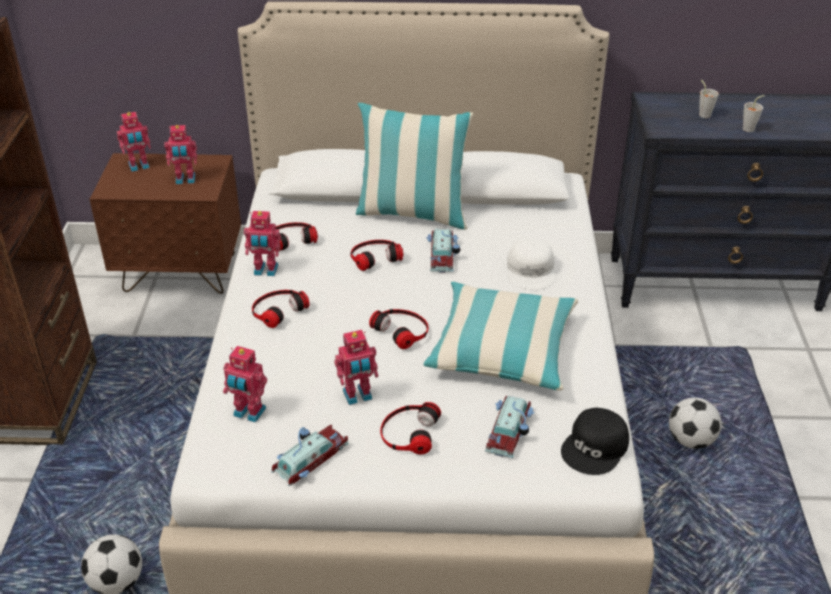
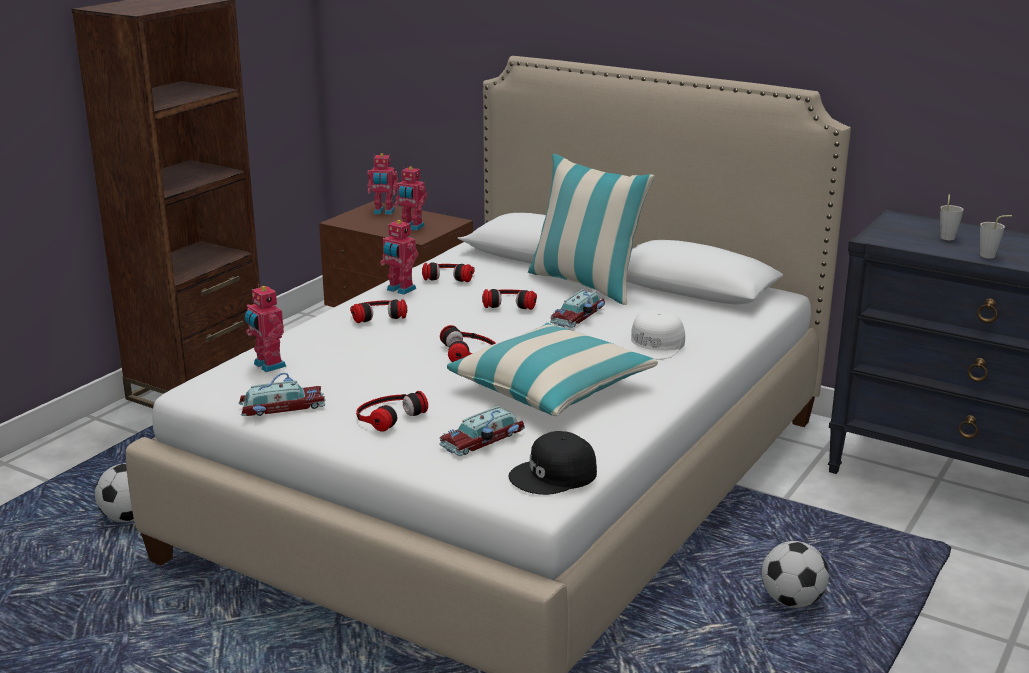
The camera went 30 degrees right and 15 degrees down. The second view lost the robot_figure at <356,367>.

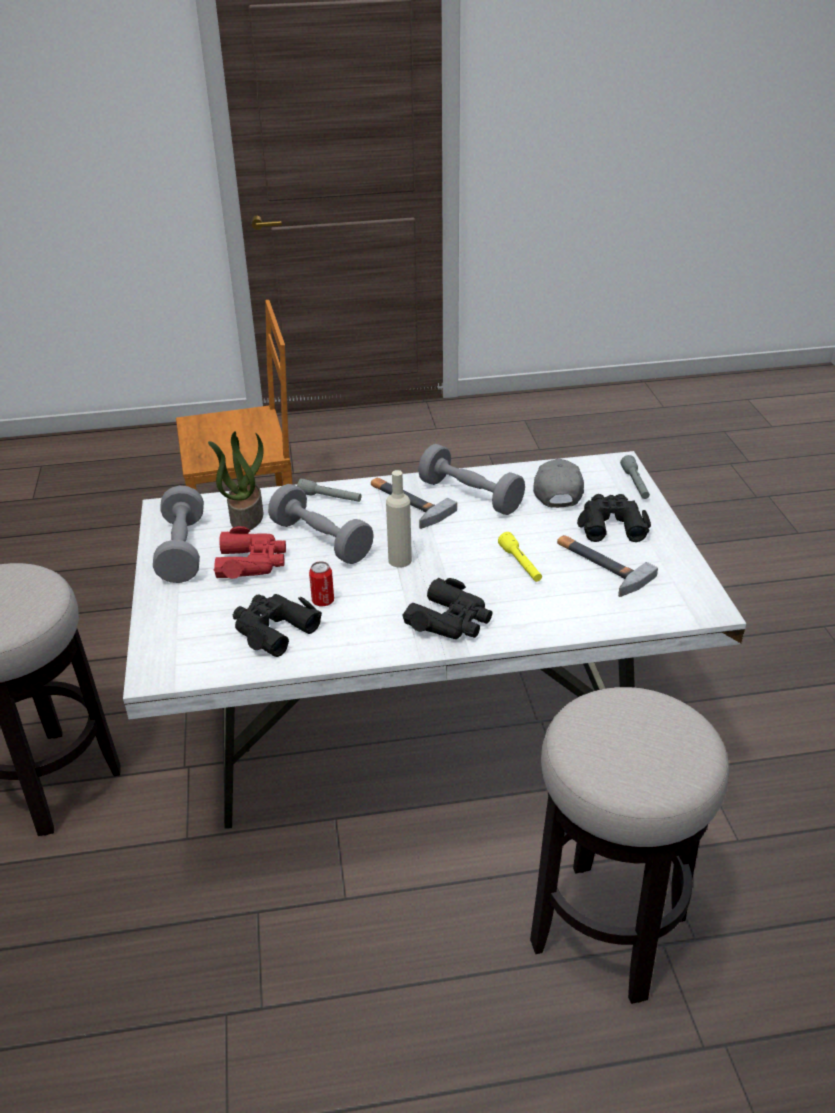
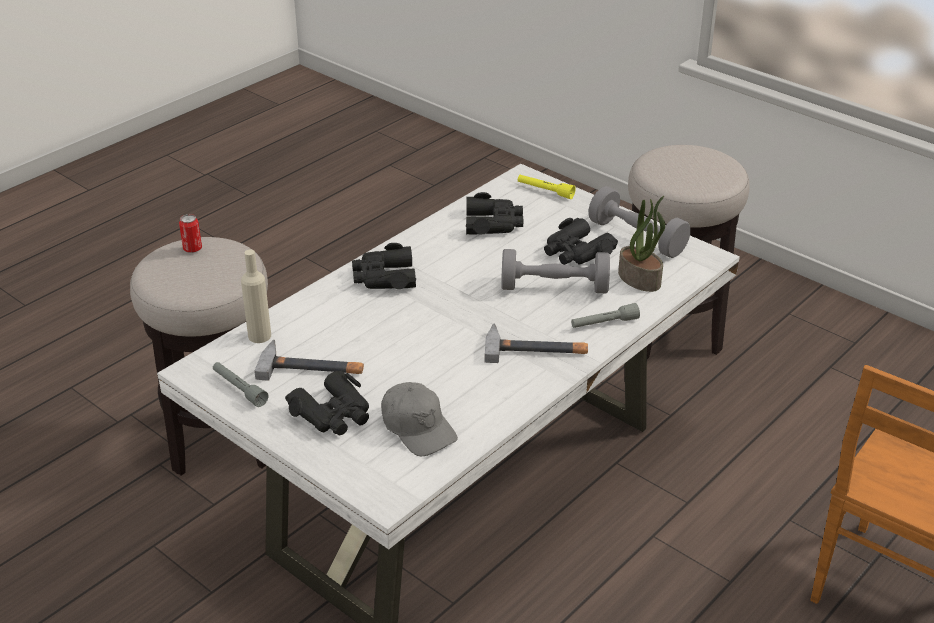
The camera went 140 degrees right and 0 degrees up. The can ended up elsewhere, having gone from <321,583> to <190,233>. The greyish_torch ended up elsewhere, having gone from <635,477> to <240,384>. The beige_drink_bottle ended up elsewhere, having gone from <399,519> to <256,296>. The yellow_torch ended up elsewhere, having gone from <520,557> to <547,187>. What was the red-coloured_field_glasses at <250,552> turned into the black_field_glasses at <581,241>. The second view lost the greyish_free_weight at <471,479>.

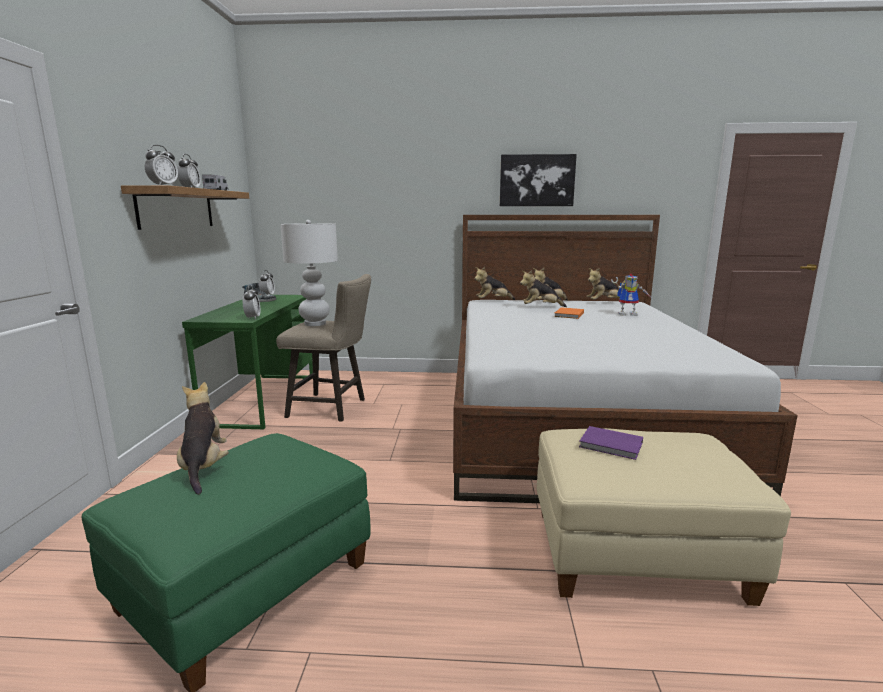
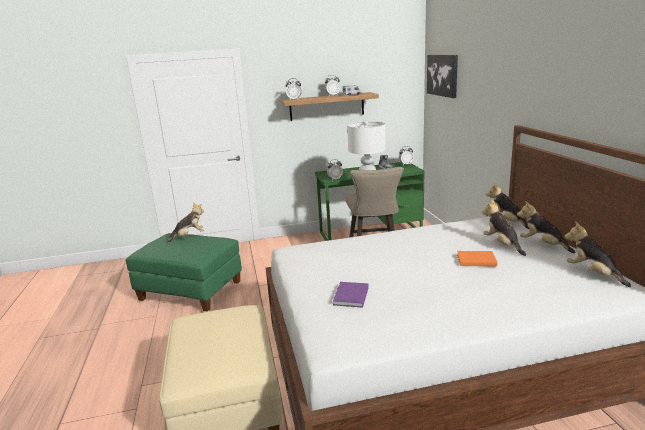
The camera went 75 degrees right and 5 degrees up. The purplish_bound_book ended up elsewhere, having gone from <611,443> to <351,295>. The wall_picture ended up elsewhere, having gone from <538,180> to <442,76>. The second view lost the robot_figure at <631,295>.

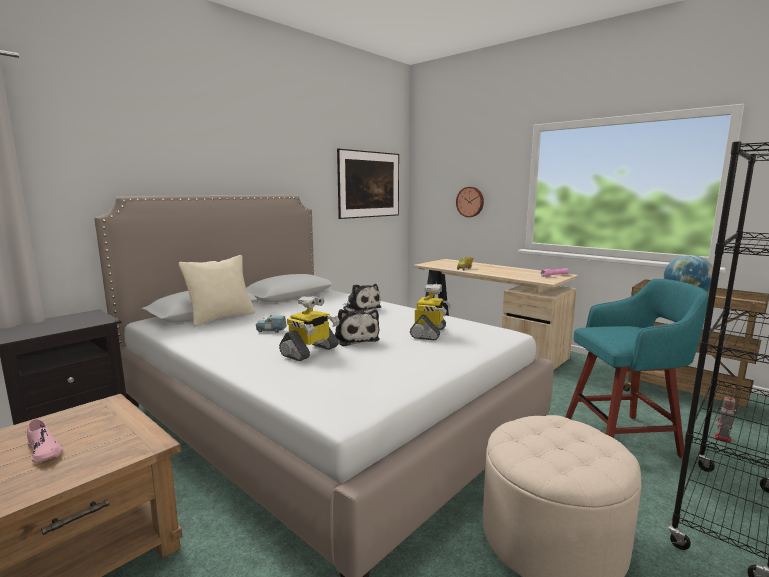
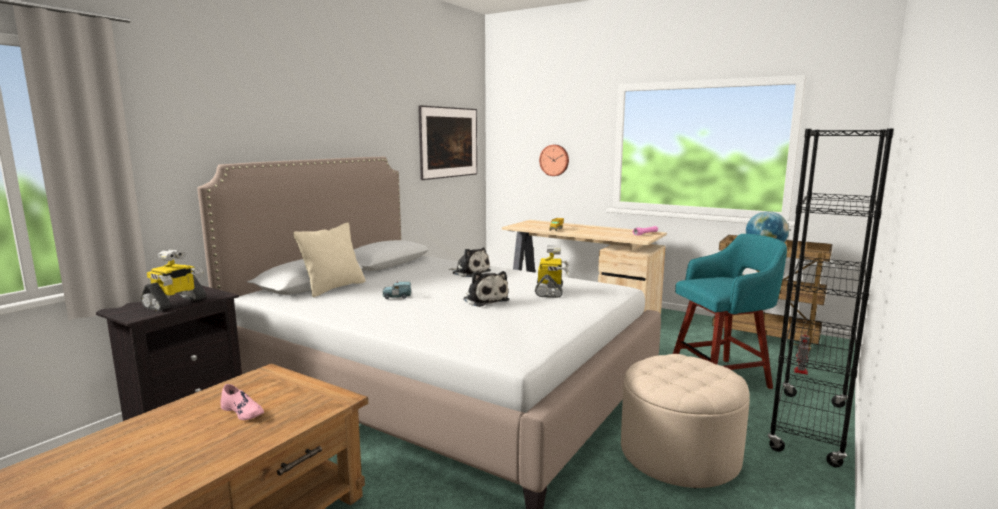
The camera went 10 degrees left and 0 degrees up. The robot_figure ended up elsewhere, having gone from <309,328> to <173,280>.

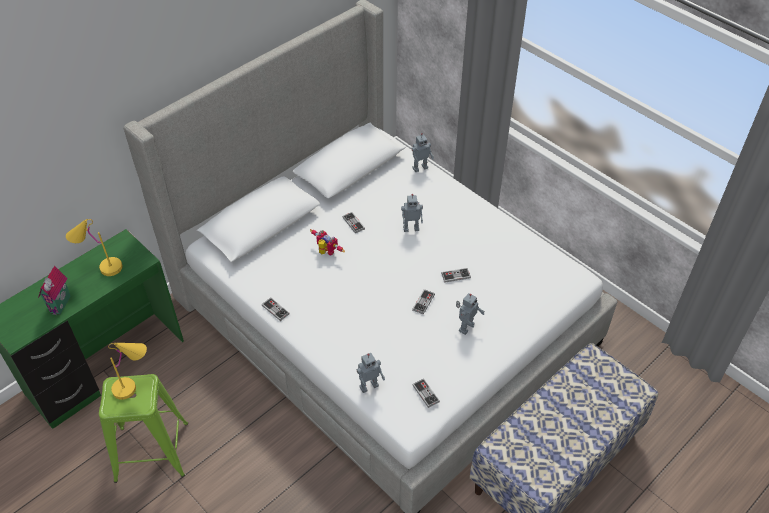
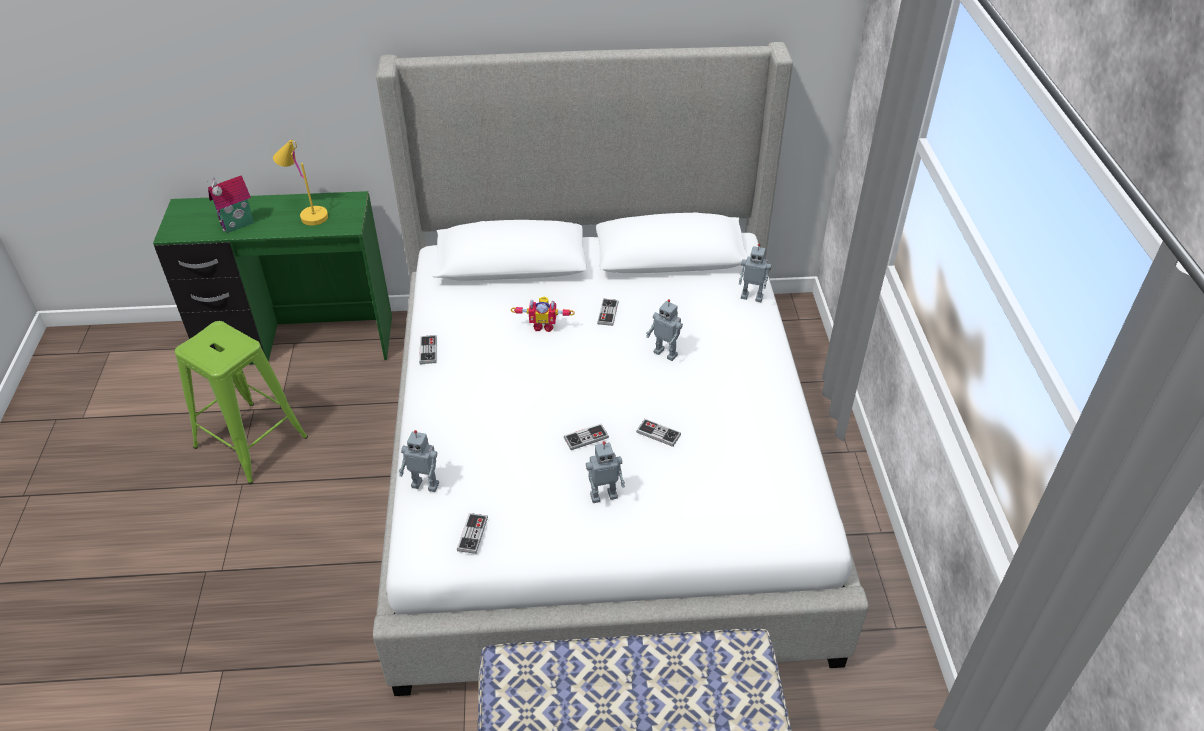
The camera went 40 degrees right and 5 degrees down. The robot_figure at <327,242> ended up facing another way, 105 degrees clockwise from before. The second view lost the yellow_lamp_for_a_table at <127,371>.

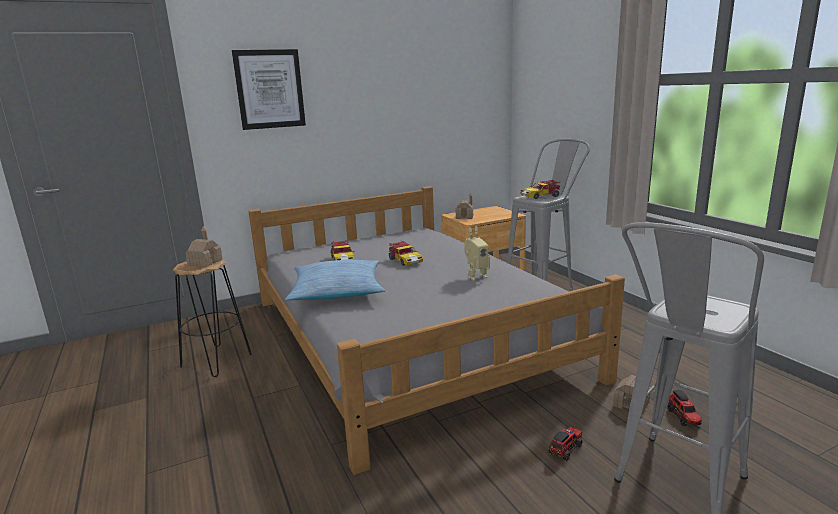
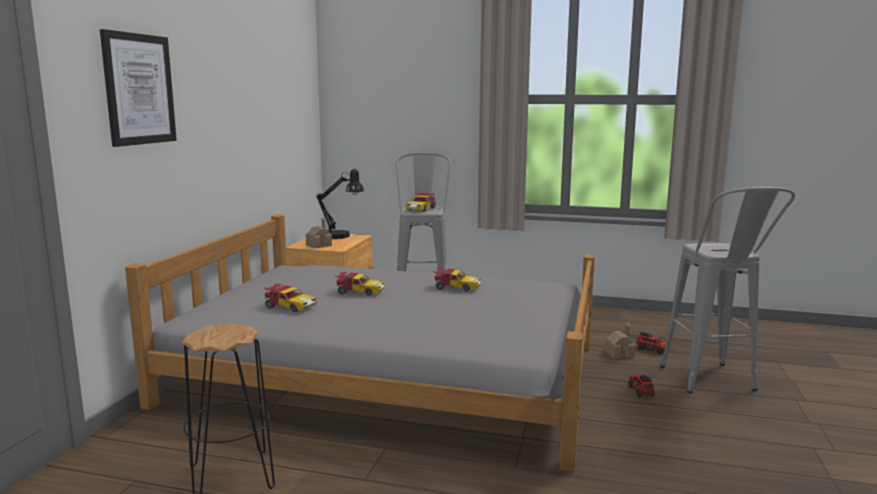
The camera went 50 degrees left and 5 degrees down. The second view gained the black_lamp_for_a_table at <340,204>. Where the robot_figure stood at <477,253>, the model_car came to stand at <457,279>. The second view lost the miniature_house at <204,246>. The second view lost the pillow at <335,280>.

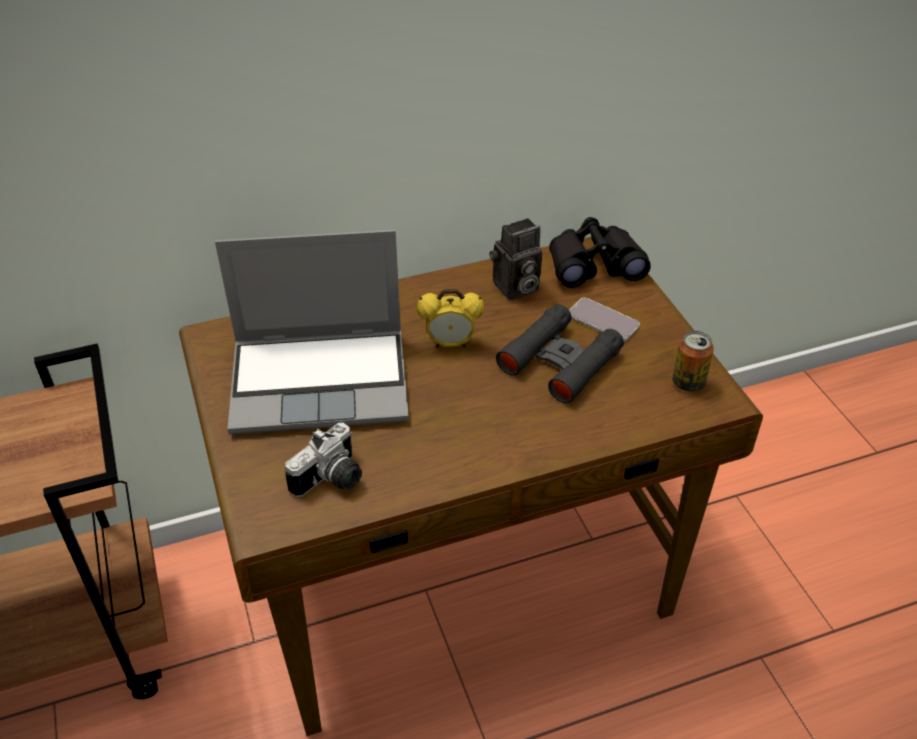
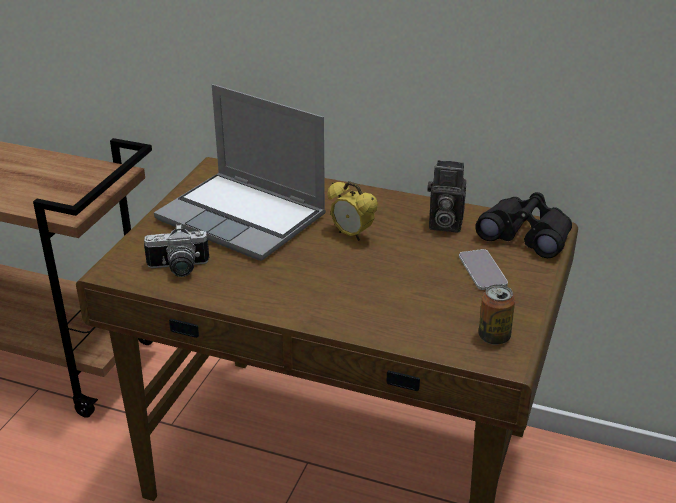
The camera went 40 degrees right and 10 degrees down. The second view lost the black_field_glasses at <560,354>.

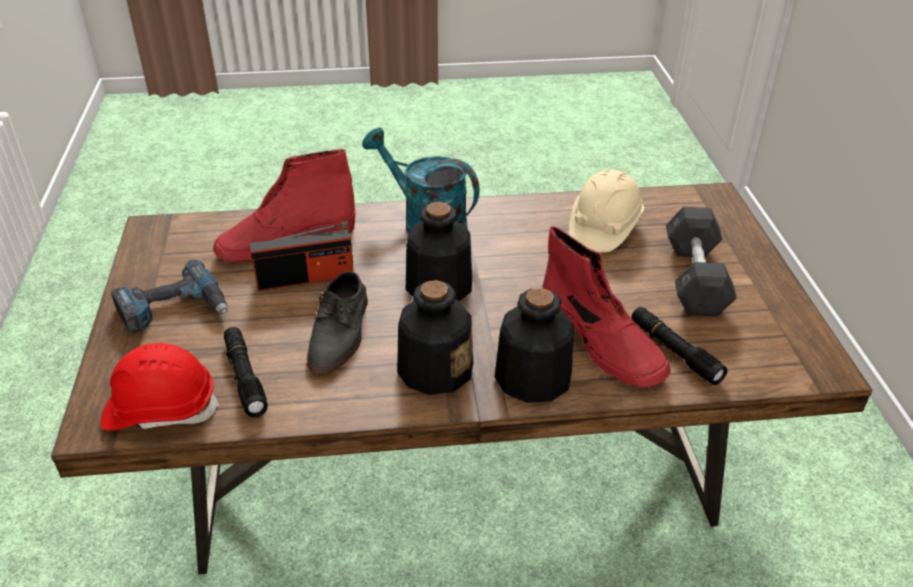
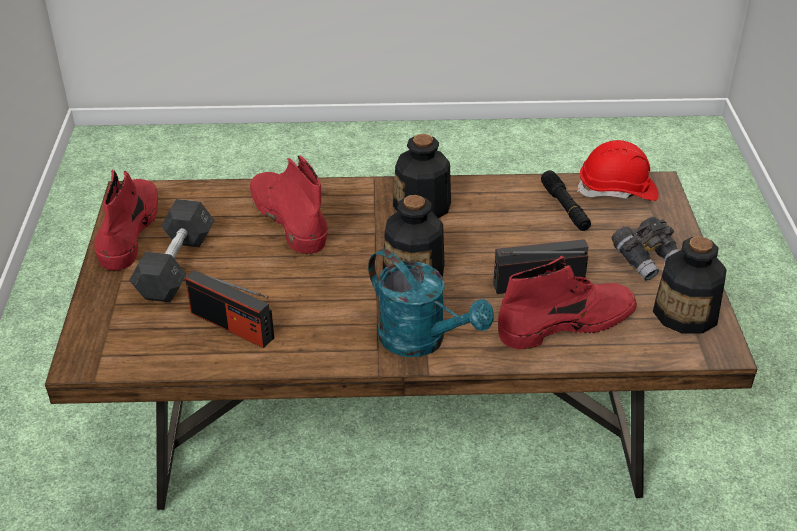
The camera went 175 degrees left and 0 degrees up. The second view gained the red-coloured_tall_boot at <126,220>. Where the beige_safety_helmet stood at <606,210>, the radio came to stand at <229,309>. Where the drill stood at <169,297>, the greyish_field_glasses came to stand at <645,249>. The drink_bottle ended up elsewhere, having gone from <534,345> to <690,285>. The second view lost the greyish_item_of_footwear at <337,322>. The second view lost the black_torch at <679,346>.

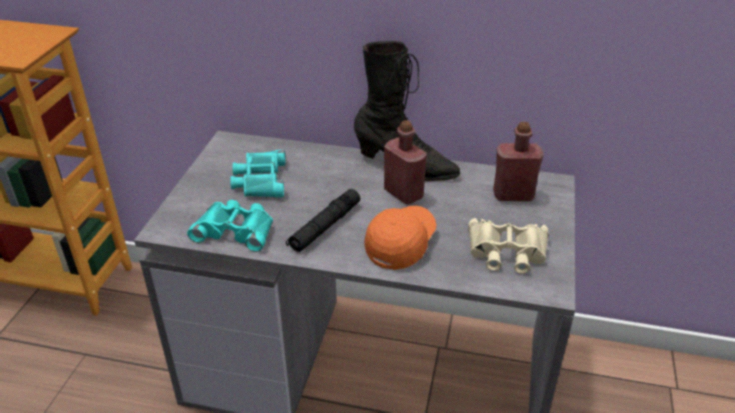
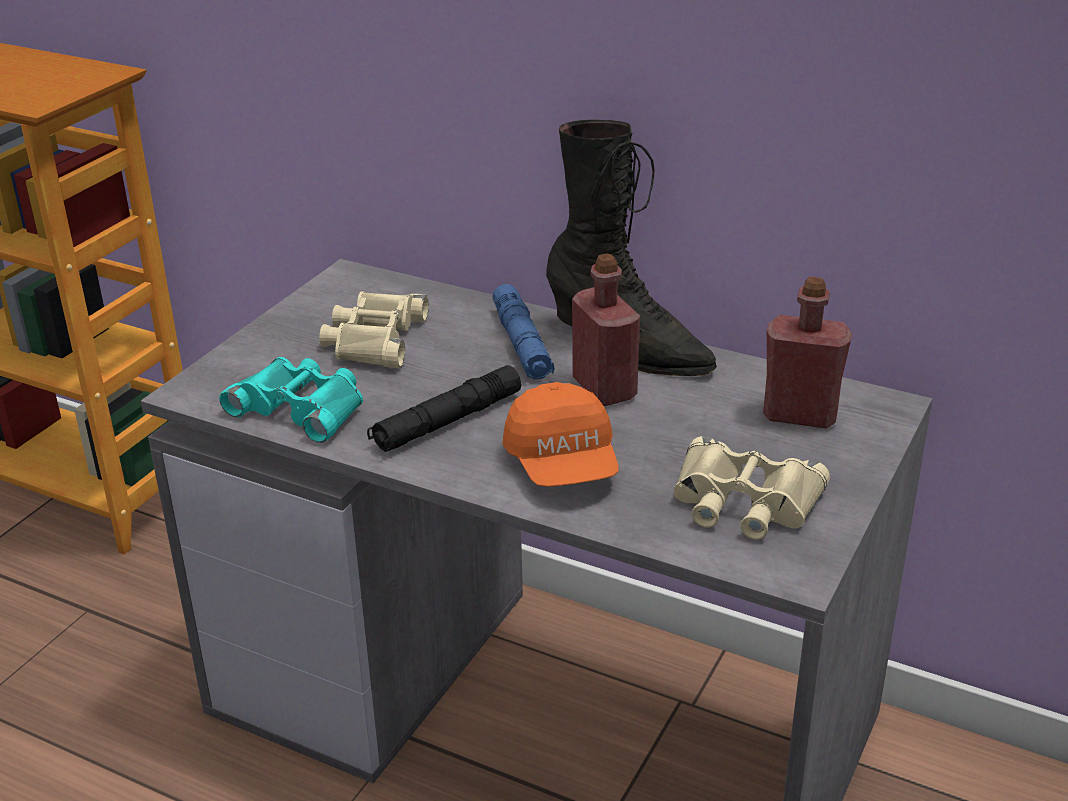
The camera went 15 degrees right and 5 degrees down. What was the turquoise_field_glasses at <257,173> turned into the beige_field_glasses at <374,329>. The second view gained the blue-coloured_torch at <523,331>. The orange_baseball_cap at <400,238> ended up facing another way, 120 degrees clockwise from before.

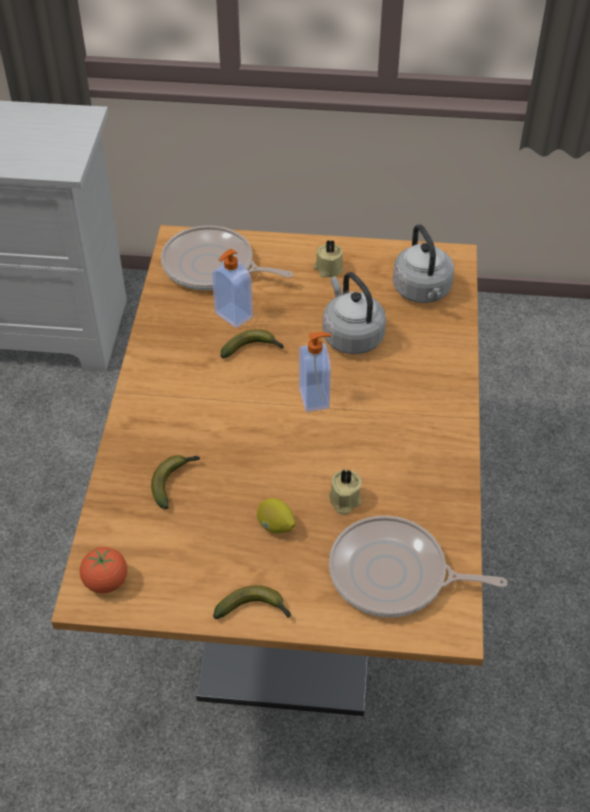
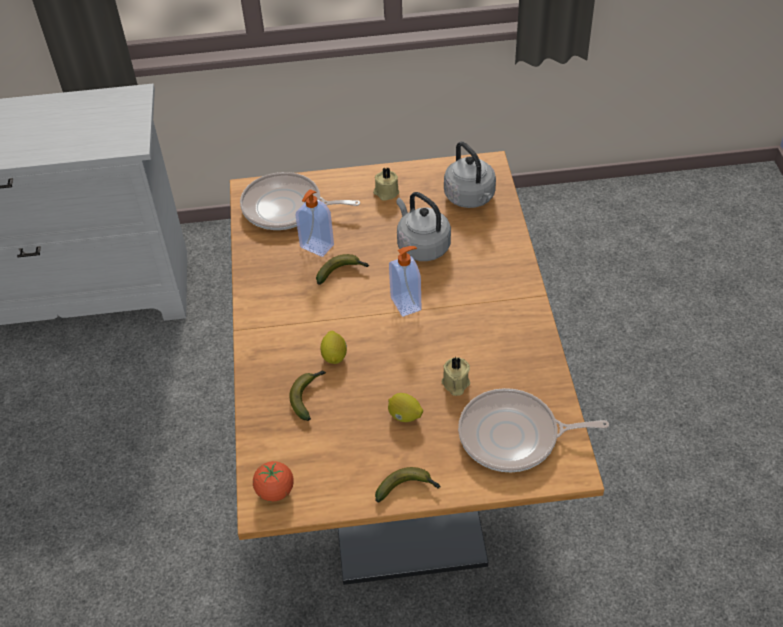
The camera went 10 degrees left and 0 degrees up. The second view gained the lemon at <334,347>.

